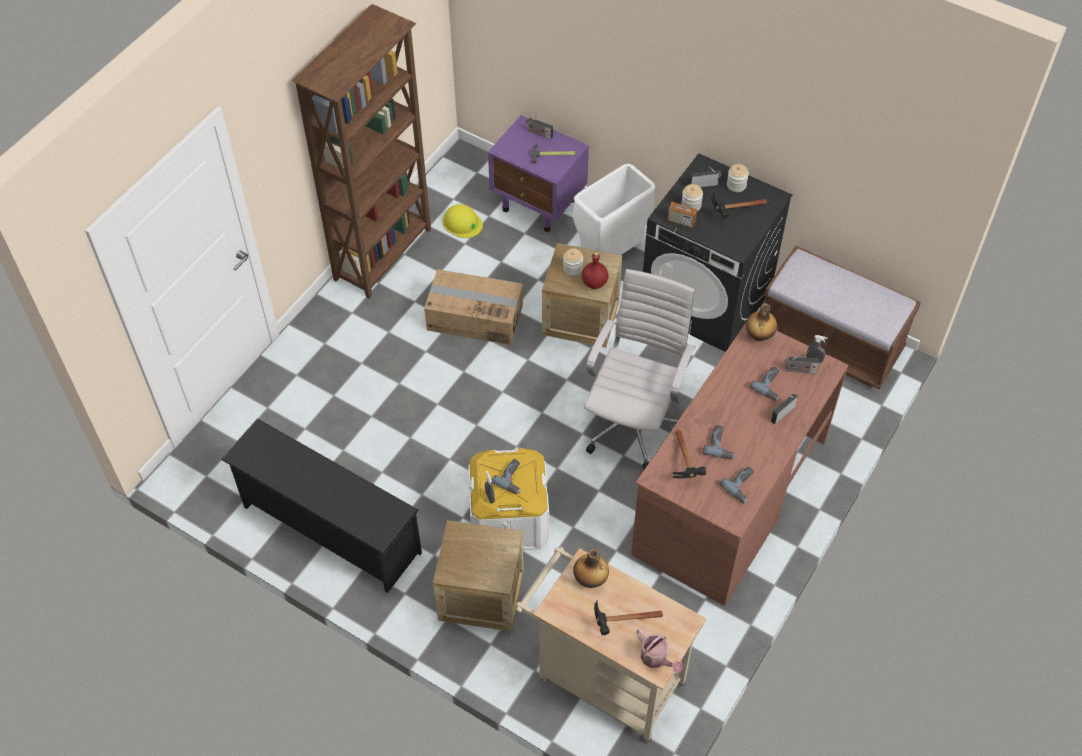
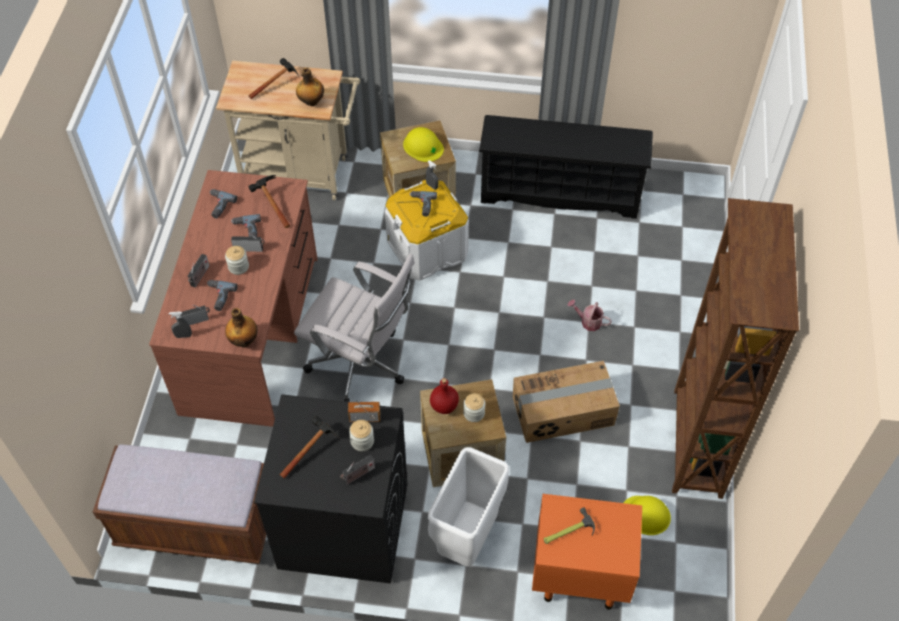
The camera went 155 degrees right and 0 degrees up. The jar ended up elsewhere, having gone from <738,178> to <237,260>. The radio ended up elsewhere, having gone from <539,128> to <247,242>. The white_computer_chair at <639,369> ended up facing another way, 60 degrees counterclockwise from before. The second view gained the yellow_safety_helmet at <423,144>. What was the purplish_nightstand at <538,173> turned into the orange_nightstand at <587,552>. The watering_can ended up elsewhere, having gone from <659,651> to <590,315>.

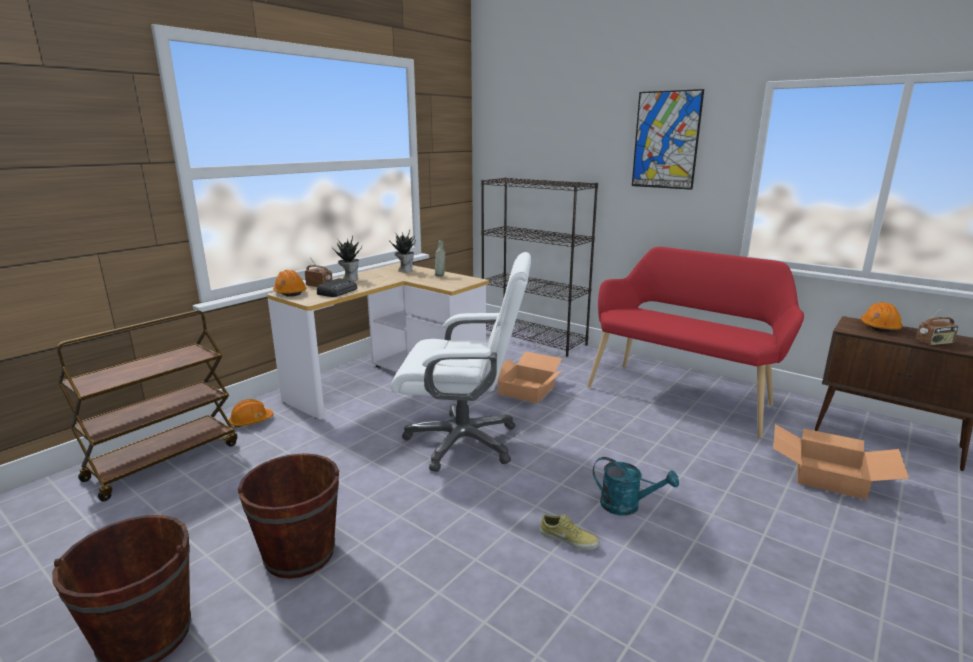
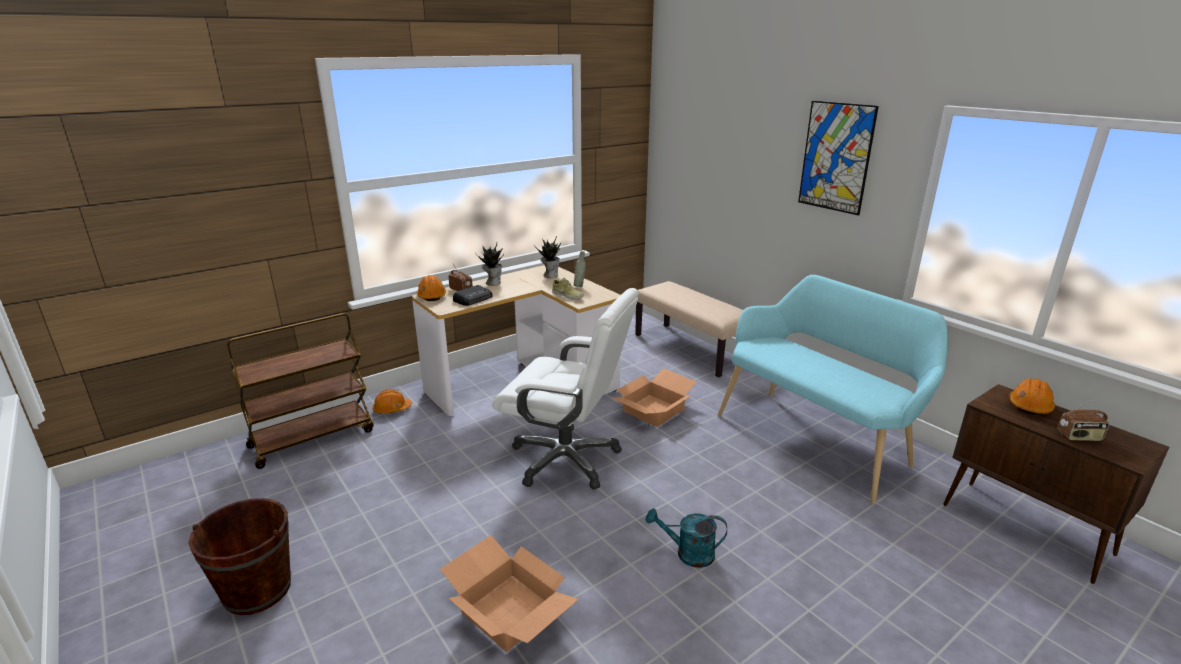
The camera went 15 degrees right and 5 degrees up. The carton ended up elsewhere, having gone from <841,462> to <509,593>. The beige_item_of_footwear ended up elsewhere, having gone from <570,532> to <568,288>. Where the black_shelving_unit stood at <539,267>, the beige_long_seat came to stand at <689,329>. The turquoise_watering_can at <636,486> ended up facing another way, 150 degrees clockwise from before. What was the red-coloured_long_seat at <695,342> turned into the turquoise_long_seat at <833,389>. The second view lost the brownish_water_bucket at <288,516>.

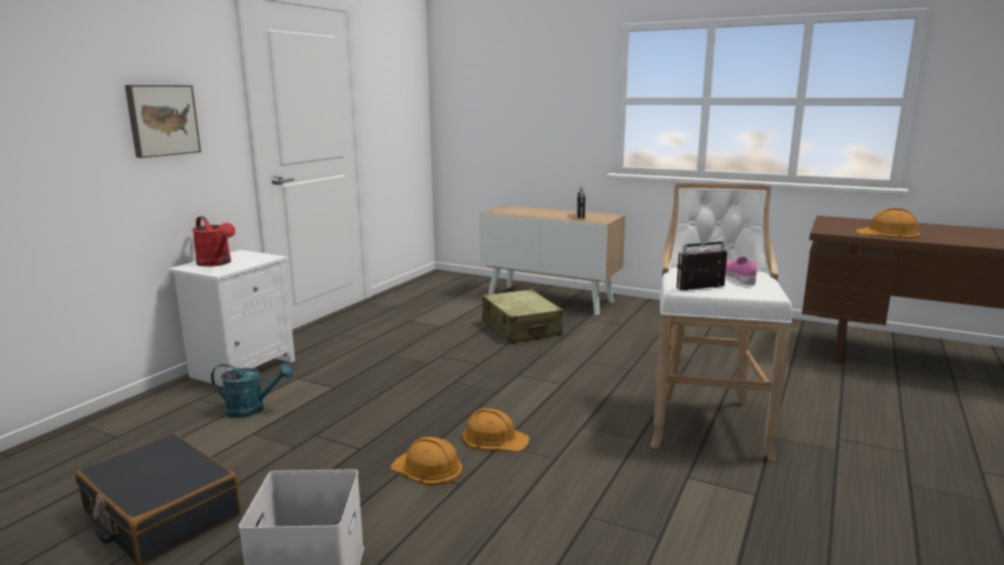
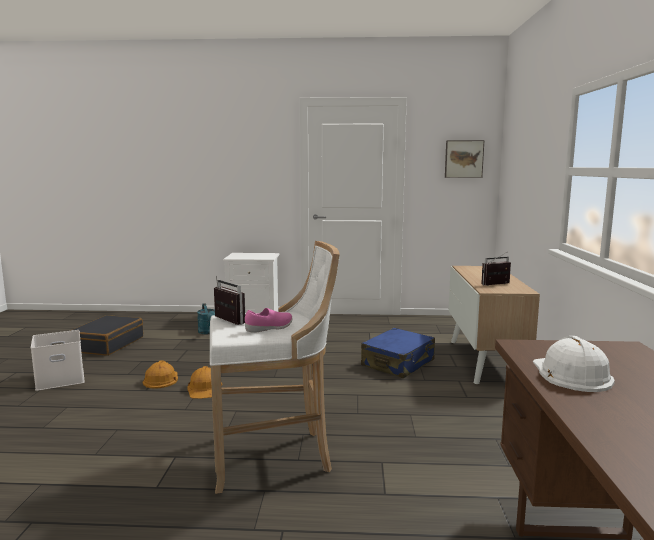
The camera went 65 degrees right and 5 degrees down. What was the beige_piece_of_luggage at <522,316> turned into the blue-coloured_piece_of_luggage at <398,353>. The wall_picture ended up elsewhere, having gone from <163,121> to <464,159>. What was the orange_safety_helmet at <888,223> turned into the white_safety_helmet at <574,364>. The second view lost the red-coloured_watering_can at <213,241>.

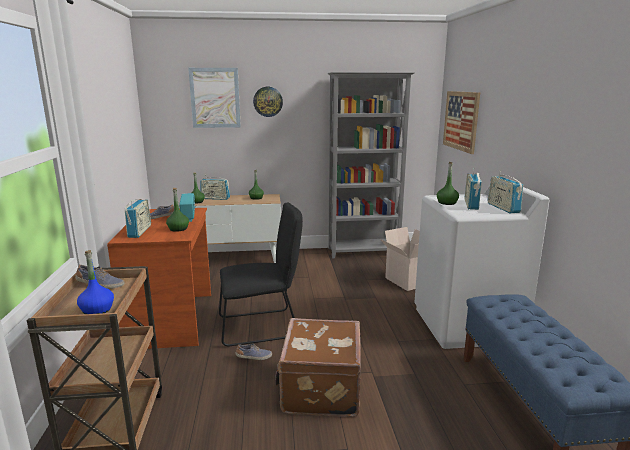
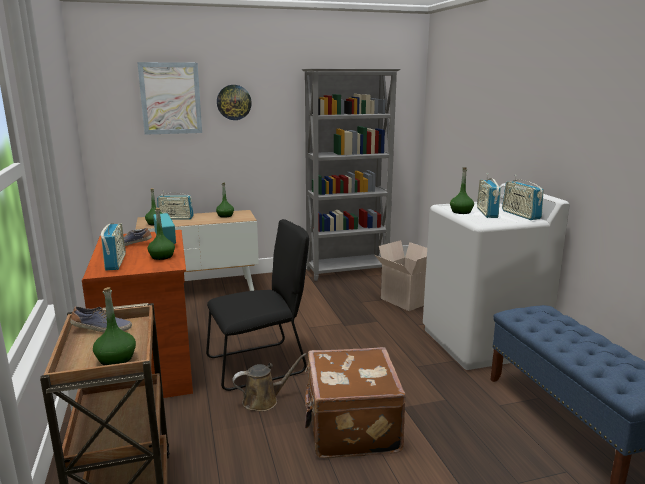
The camera went 10 degrees left and 0 degrees up. What was the blue-coloured_drink_bottle at <95,282> turned into the green-coloured_drink_bottle at <114,326>. Where the item_of_footwear stood at <253,351>, the brownish_watering_can came to stand at <269,382>. The second view lost the wall_picture at <461,122>.

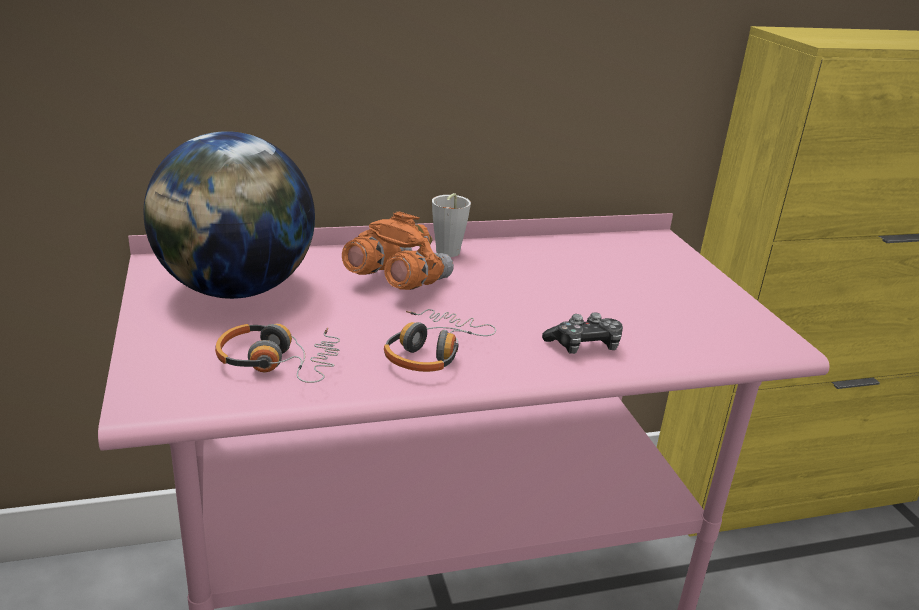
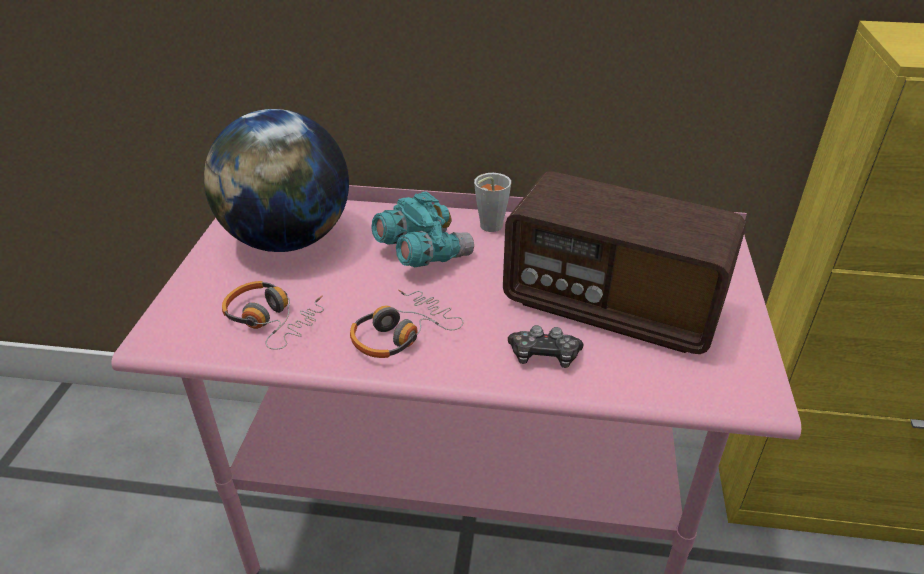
The camera went 25 degrees right and 10 degrees up. What was the orange_field_glasses at <398,250> turned into the turquoise_field_glasses at <422,229>. The second view gained the radio at <624,262>.

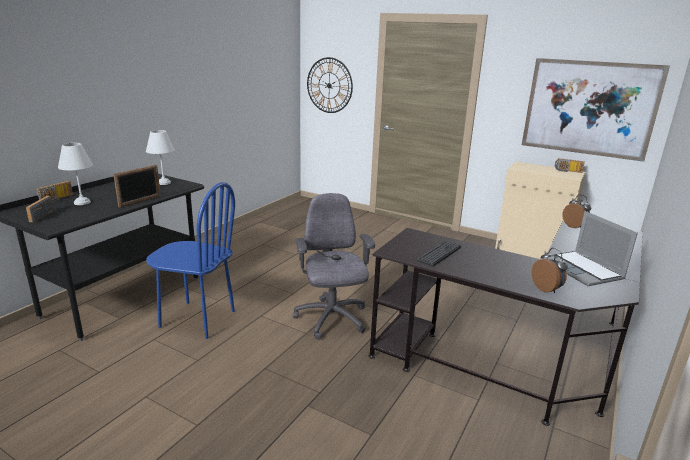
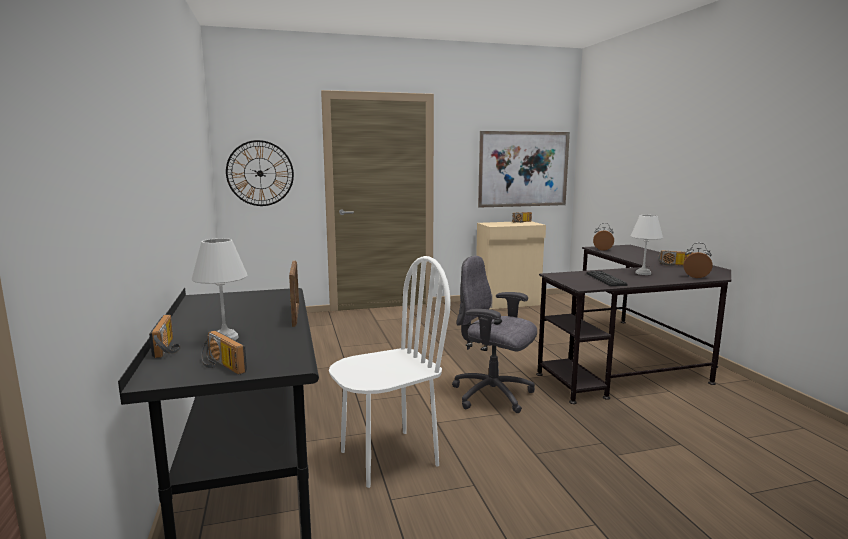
The camera went 45 degrees left and 10 degrees down. What was the blue-coloured_upright_chair at <190,260> turned into the white_upright_chair at <390,372>. The white_lamp_for_a_table ended up elsewhere, having gone from <160,157> to <647,245>. Where the portable_computer stood at <590,248>, the radio came to stand at <675,258>.

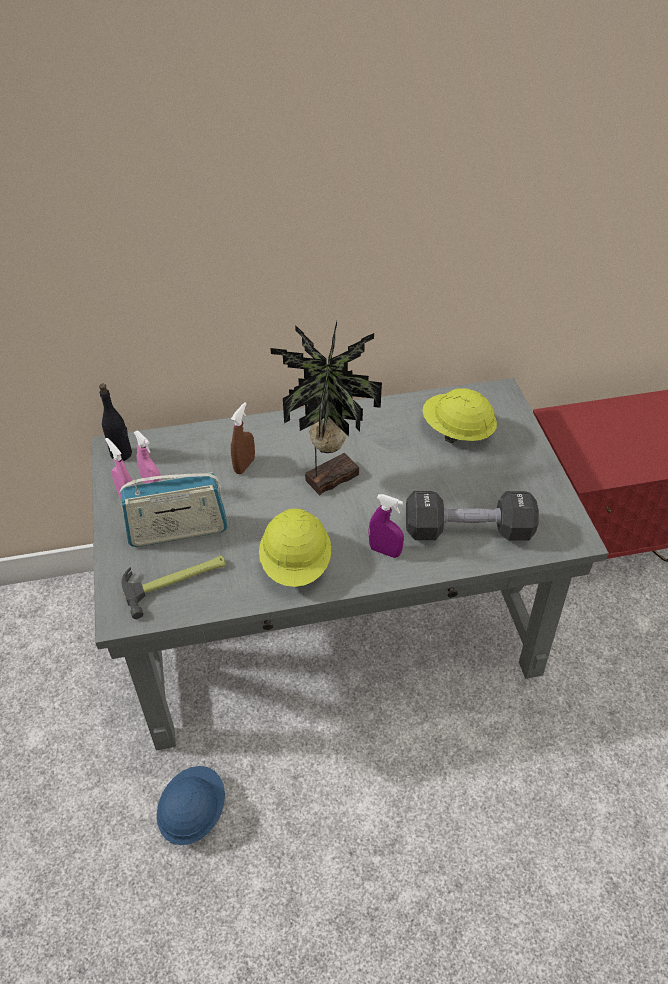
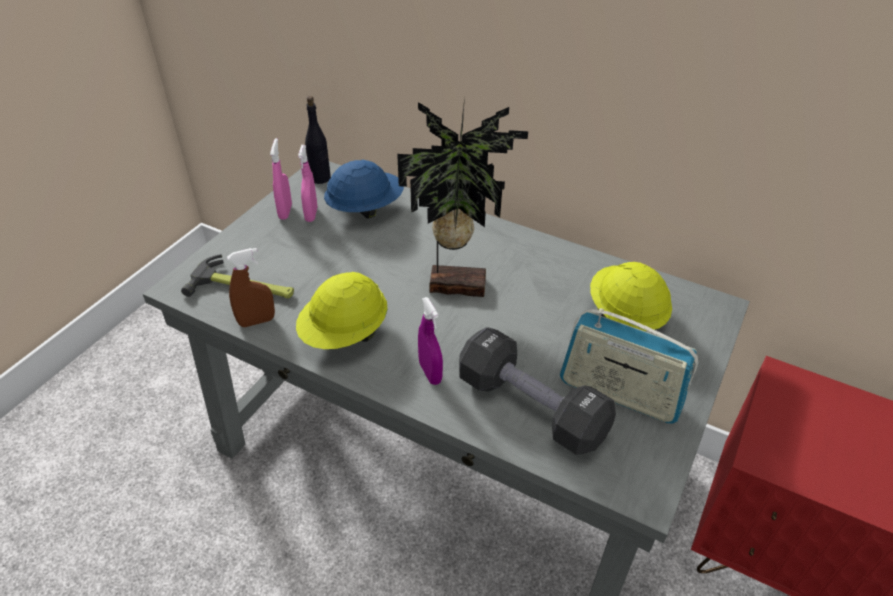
The camera went 40 degrees right and 5 degrees down. The brownish_hand_sprayer ended up elsewhere, having gone from <243,438> to <251,287>. The blue-coloured_safety_helmet ended up elsewhere, having gone from <191,805> to <364,189>. The radio ended up elsewhere, having gone from <173,509> to <629,365>.

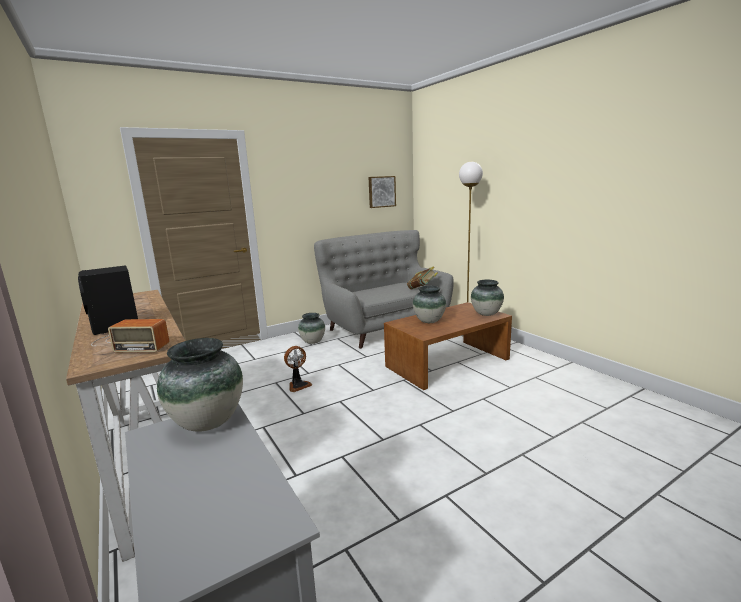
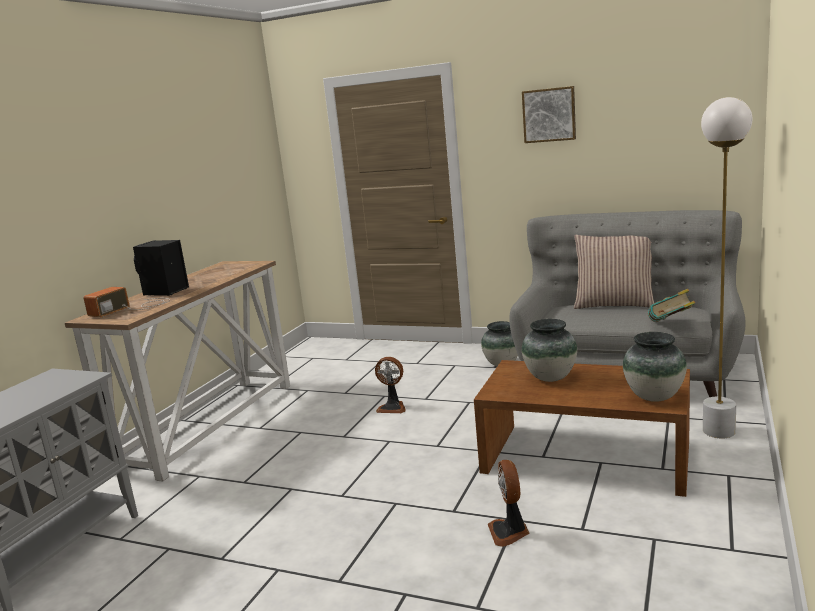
The camera went 55 degrees right and 0 degrees up. The radio at <130,335> ended up facing another way, 60 degrees clockwise from before. The second view gained the electric_fan at <508,503>. The wall_picture ended up elsewhere, having gone from <382,192> to <549,114>. The second view gained the pillow at <614,272>. The second view lost the decorative_vase at <200,385>.

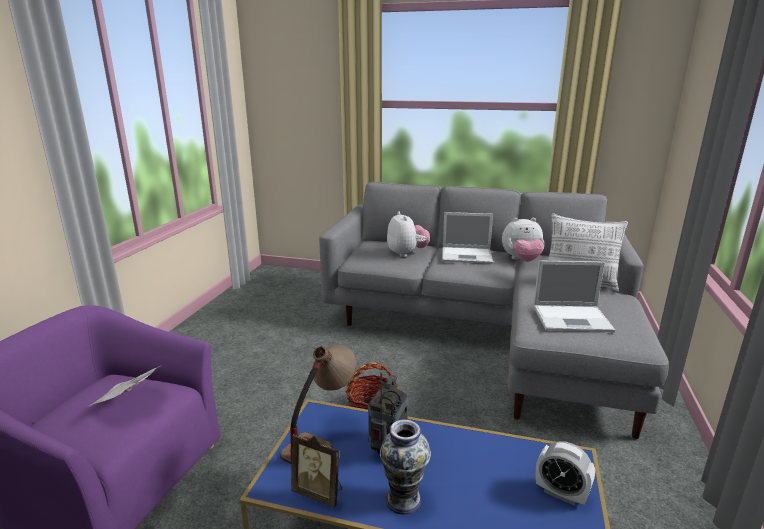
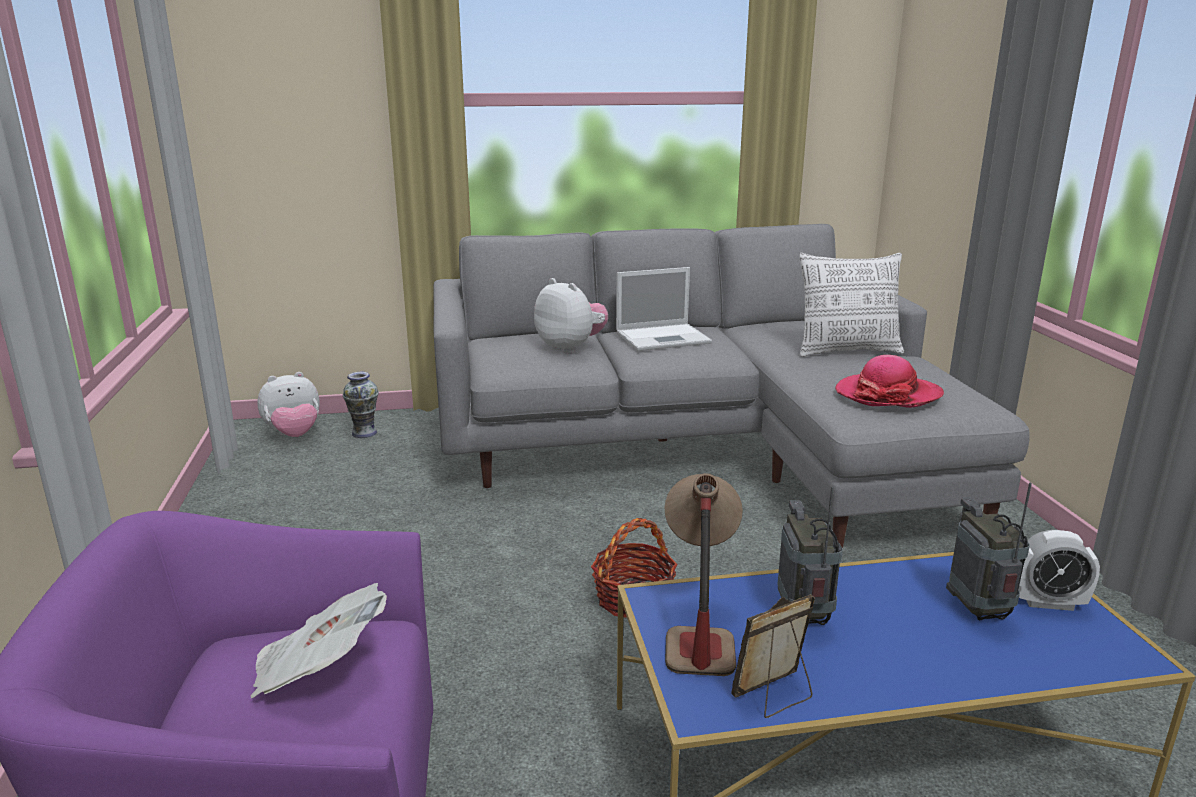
The camera went 25 degrees left and 0 degrees up. The cuddly_toy ended up elsewhere, having gone from <523,240> to <288,404>. The decorative_vase ended up elsewhere, having gone from <405,467> to <361,405>. The standing_frame at <316,470> ended up facing another way, 150 degrees clockwise from before. Where the portable_computer stood at <574,296>, the wearable_hat came to stand at <889,381>. The second view gained the radio at <989,551>.

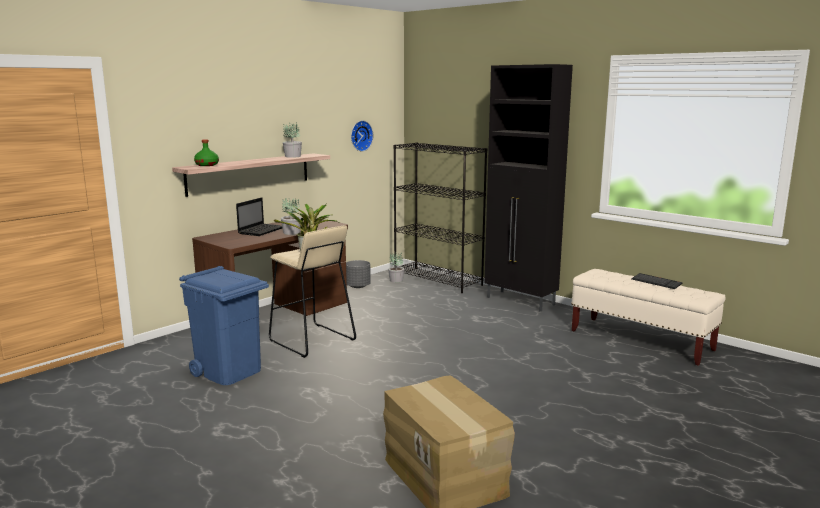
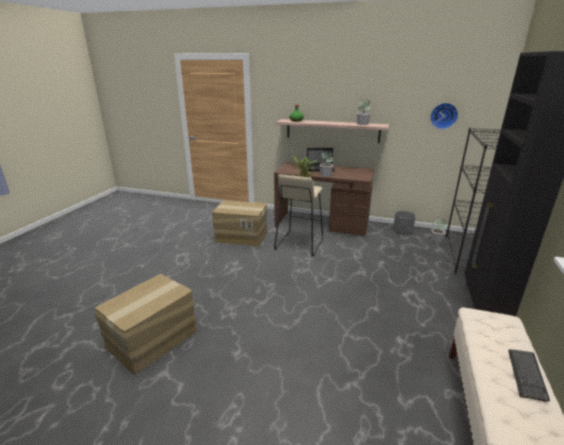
The camera went 65 degrees right and 10 degrees up. Where the blue-coloured_rubbish_bin stood at <224,325>, the carton came to stand at <240,223>.

